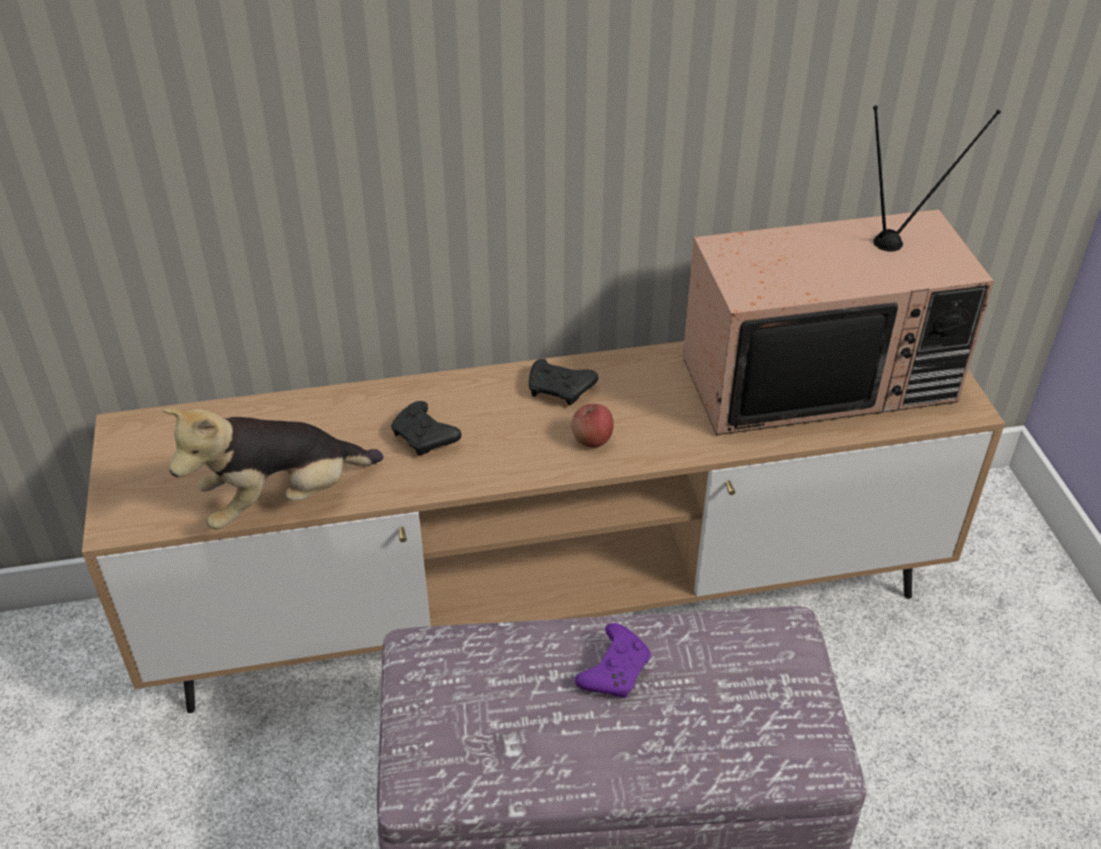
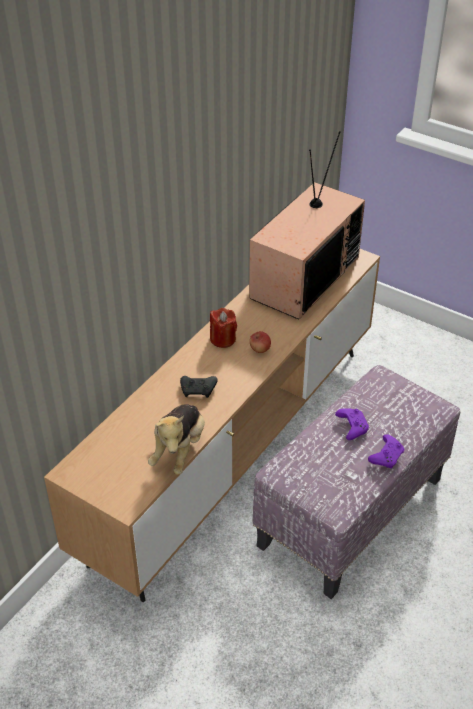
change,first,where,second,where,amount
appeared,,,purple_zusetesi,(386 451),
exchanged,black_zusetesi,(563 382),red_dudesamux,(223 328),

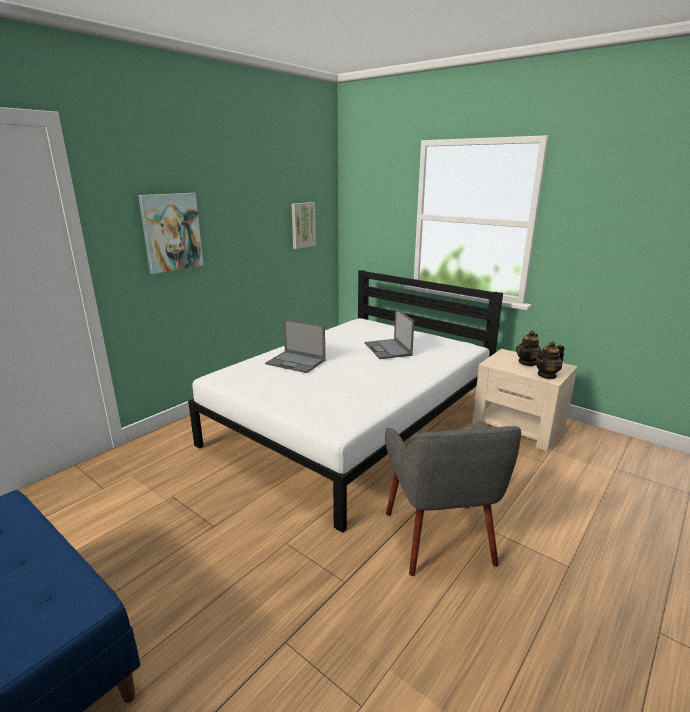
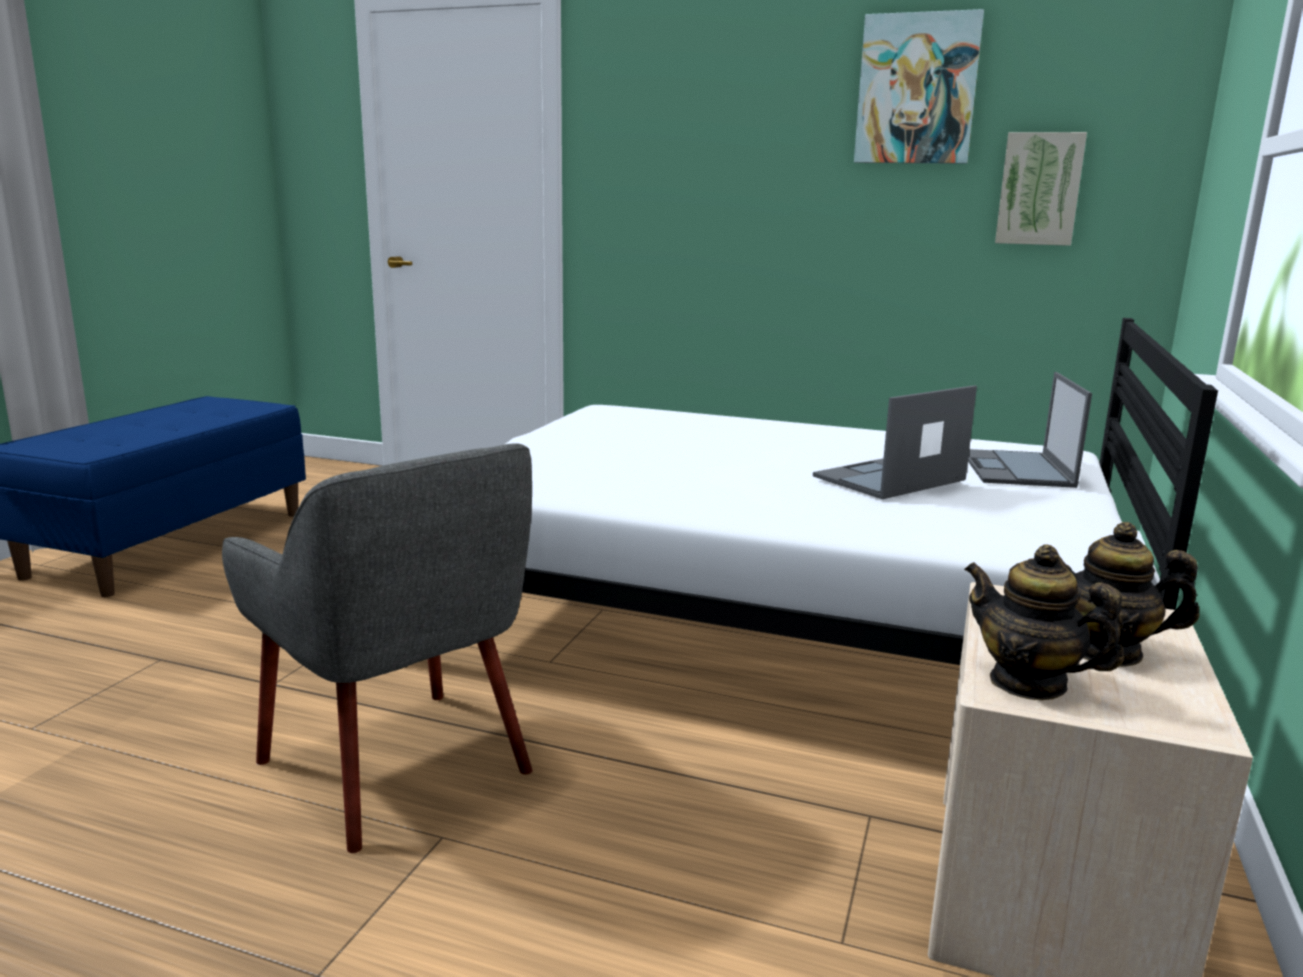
change,first,where,second,where,amount
relocated,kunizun,(171 233),,(919 86),
relocated,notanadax,(295 346),,(1030 430),
spun,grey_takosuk,(453 498),,(377 648),105 degrees counterclockwise

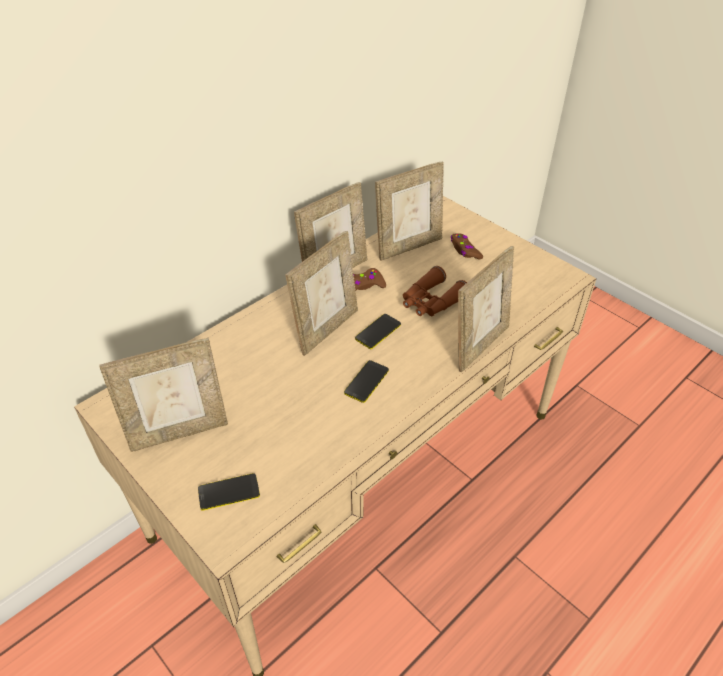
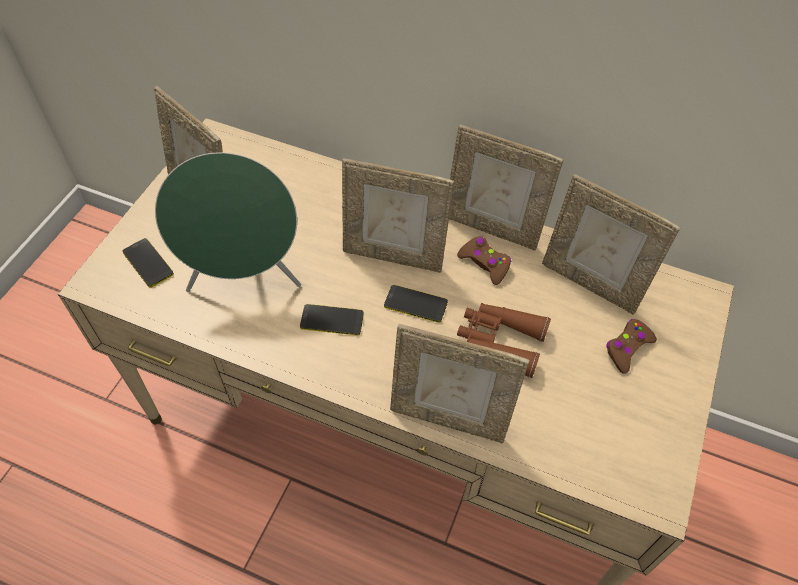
change,first,where,second,where,amount
appeared,,,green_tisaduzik,(228 222),

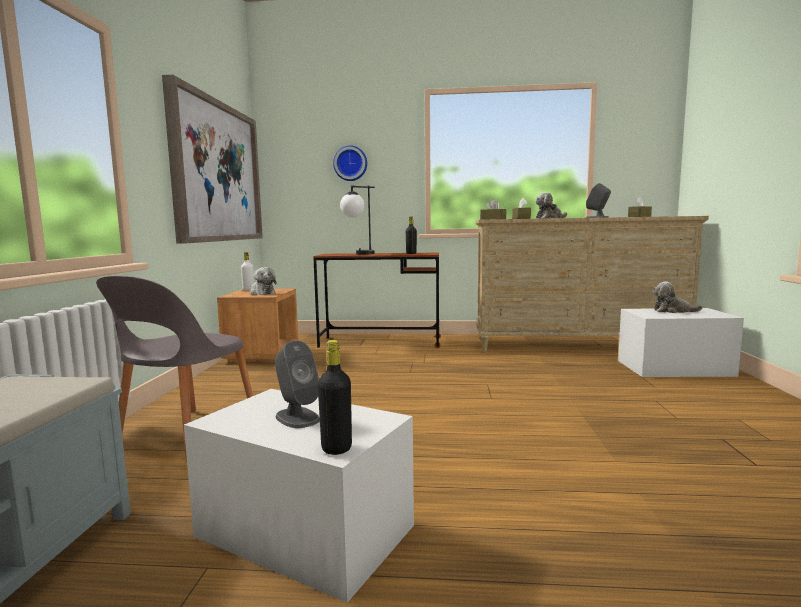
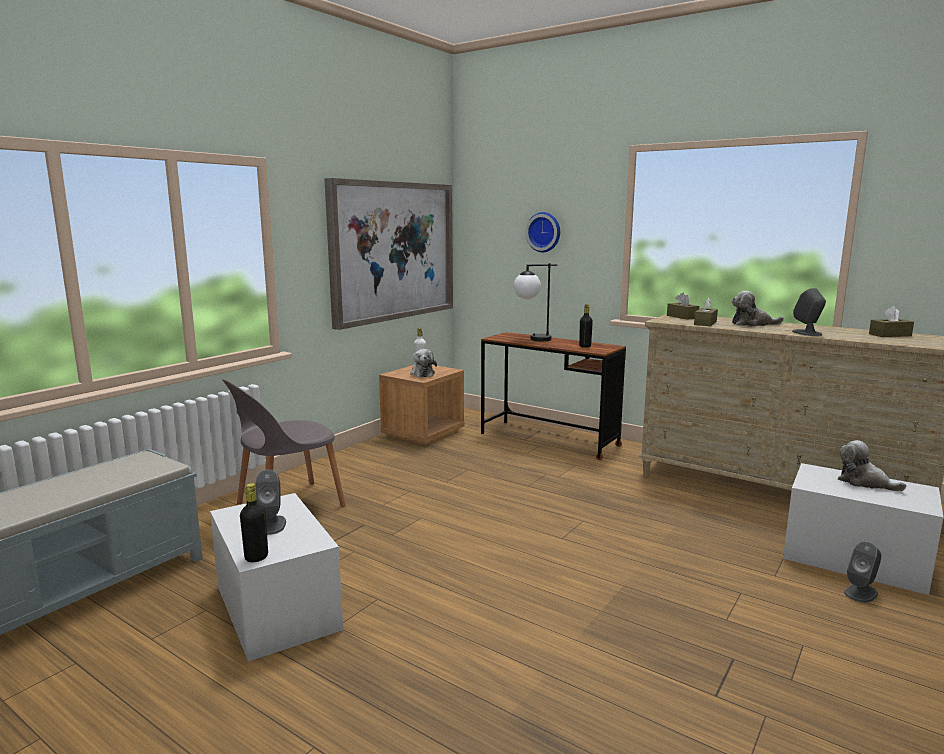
change,first,where,second,where,amount
appeared,,,grey_tisaduzik,(862 572),

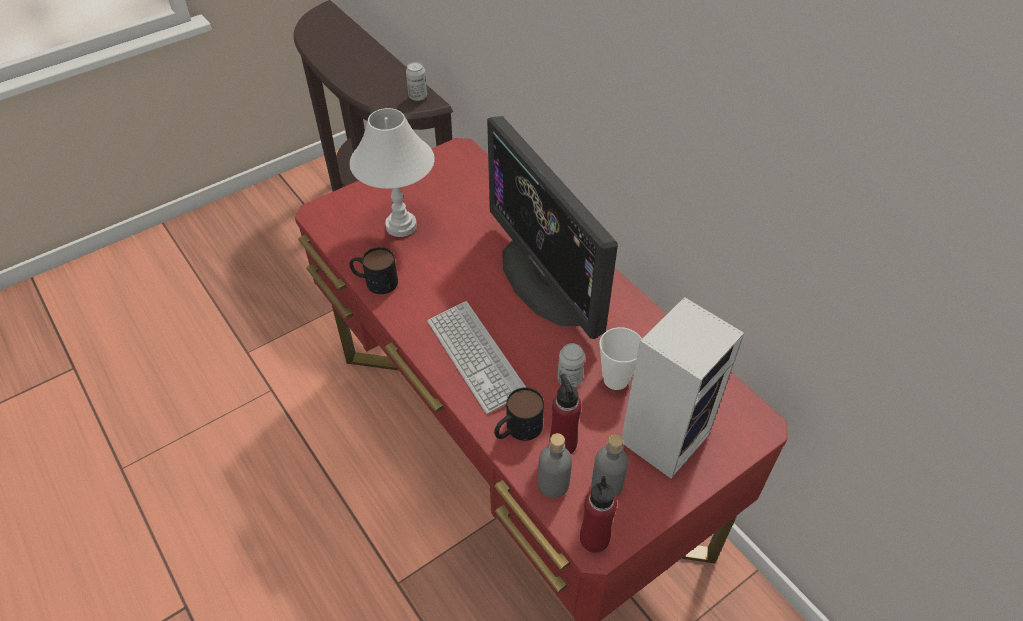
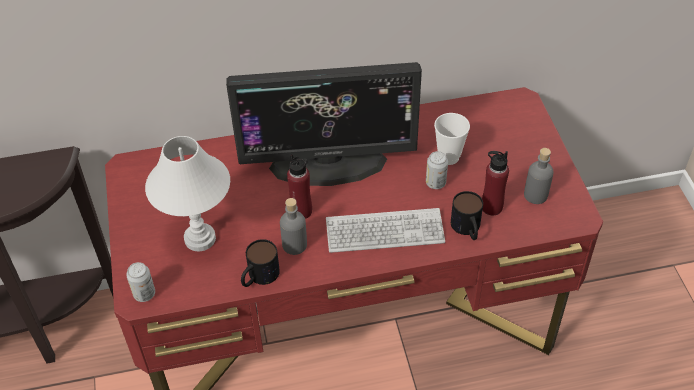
change,first,where,second,where,amount
missing,tisaduzik,(683 388),,,
relocated,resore,(416 81),,(140 282),
relocated,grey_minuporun,(555 465),,(293 226),
relocated,red_minuporun,(598 514),,(299 186),

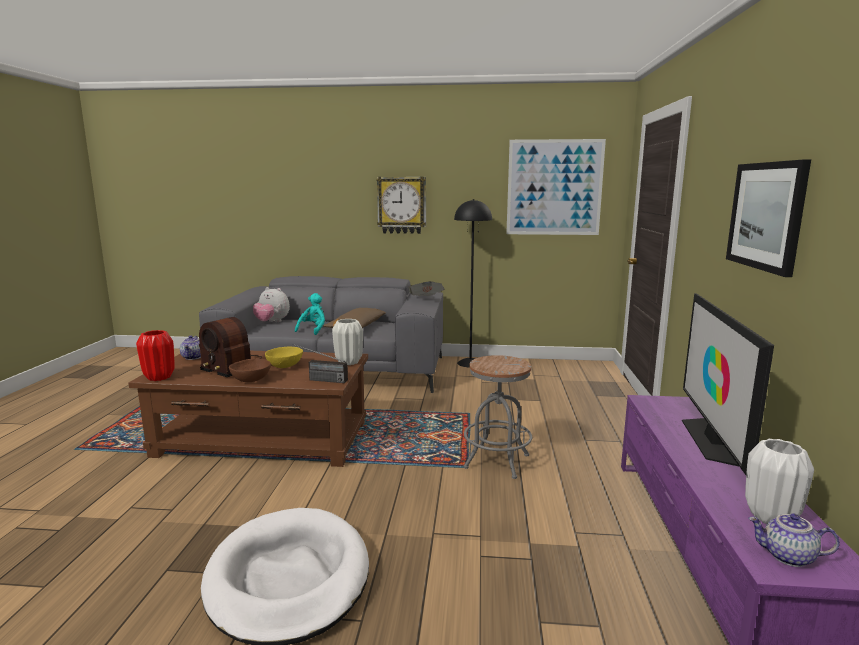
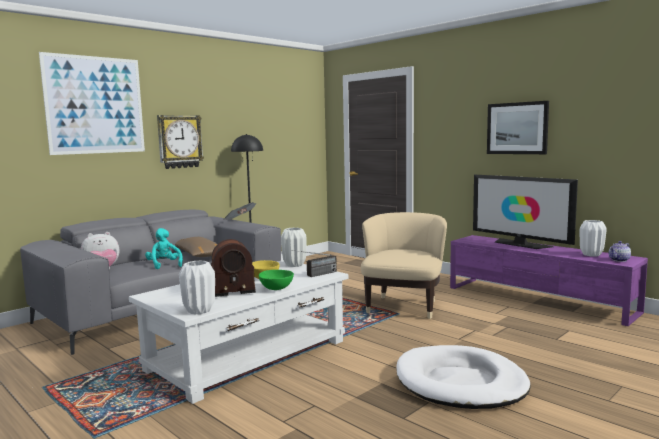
change,first,where,second,where,amount
missing,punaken,(190 348),,,
relocated,kunizun,(556 187),,(92 103),
exchanged,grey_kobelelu,(497 417),beige_takosuk,(404 265),
colour,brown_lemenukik,(248 409),white_lemenukik,(238 332),
colour,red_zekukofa,(155 355),white_zekukofa,(197 287),
colour,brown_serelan,(250 370),green_serelan,(276 280),

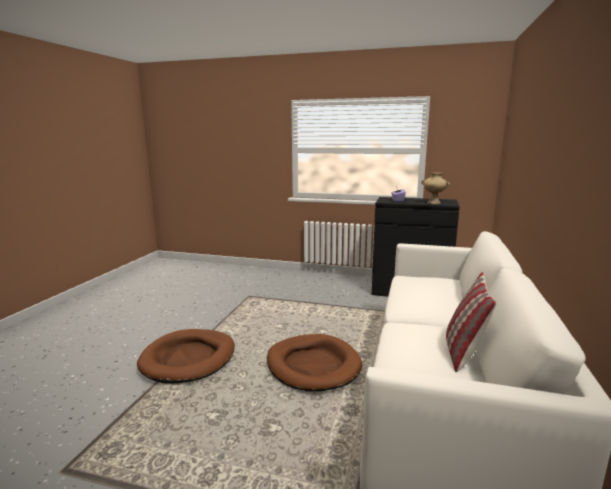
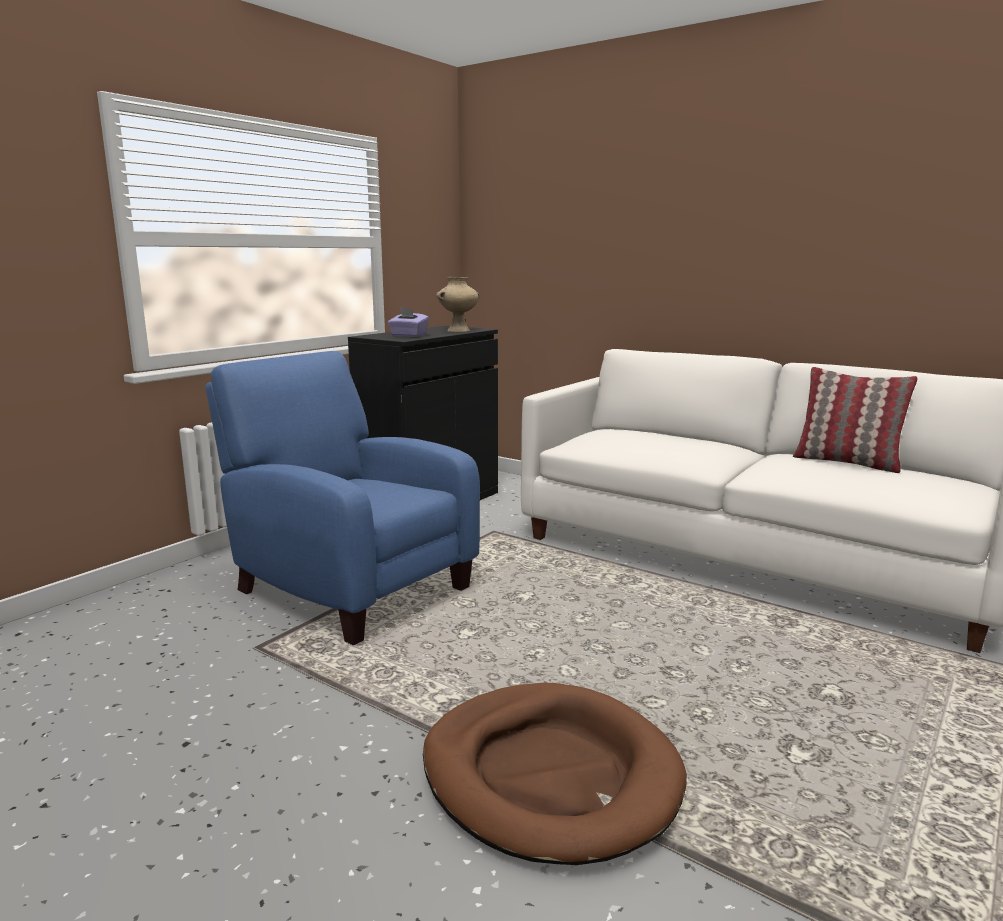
change,first,where,second,where,amount
missing,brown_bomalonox,(314 363),,,
appeared,,,blue_takosuk,(342 498),

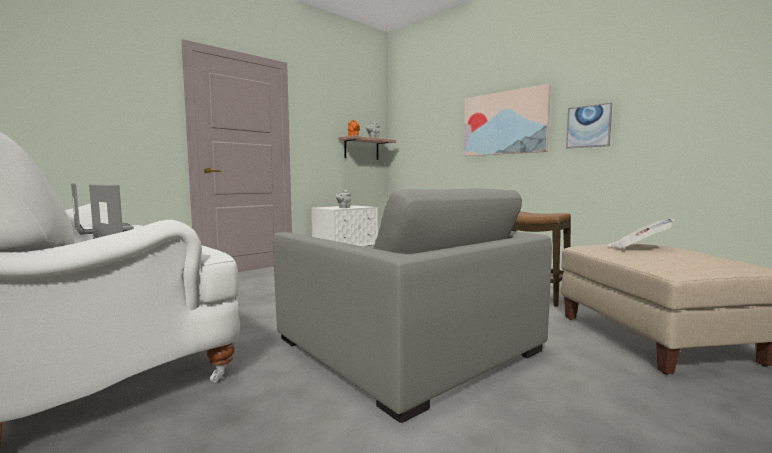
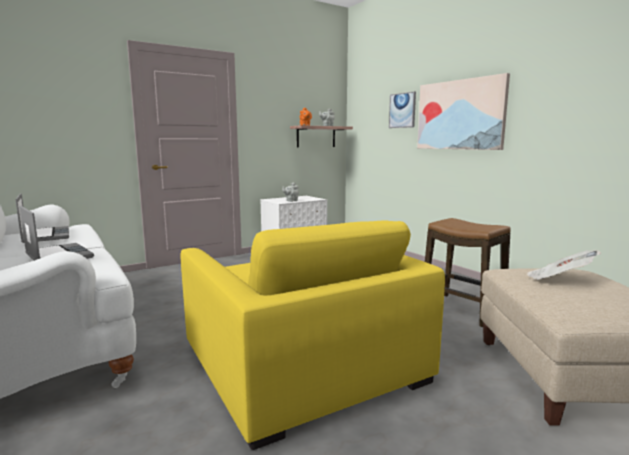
change,first,where,second,where,amount
relocated,kunizun,(589 125),,(402 110),
colour,grey_takosuk,(412 305),yellow_takosuk,(313 335),

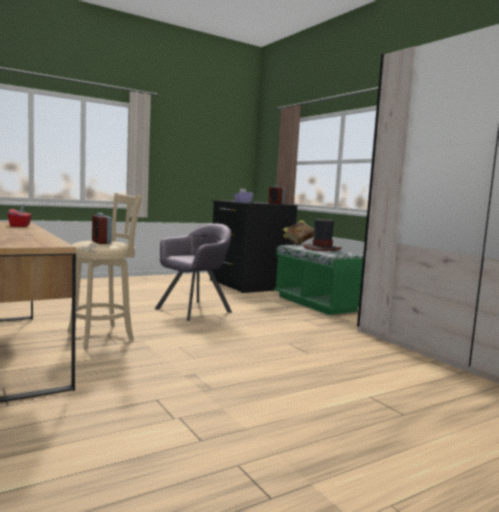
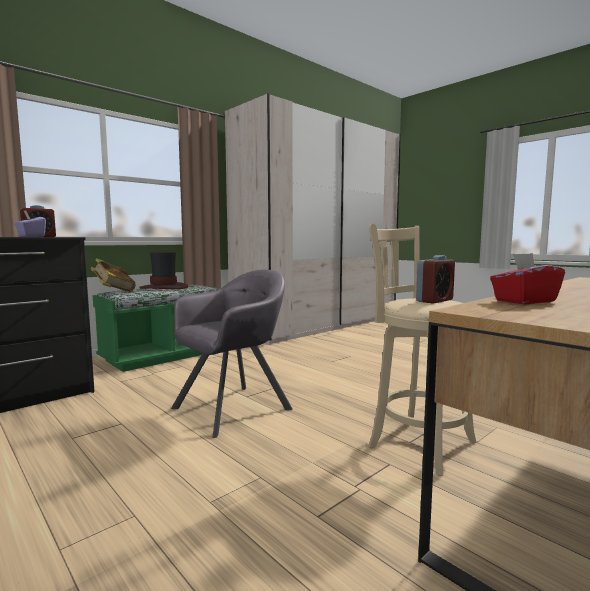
change,first,where,second,where,amount
spun,grey_takosuk,(193 272),,(232 353),105 degrees clockwise

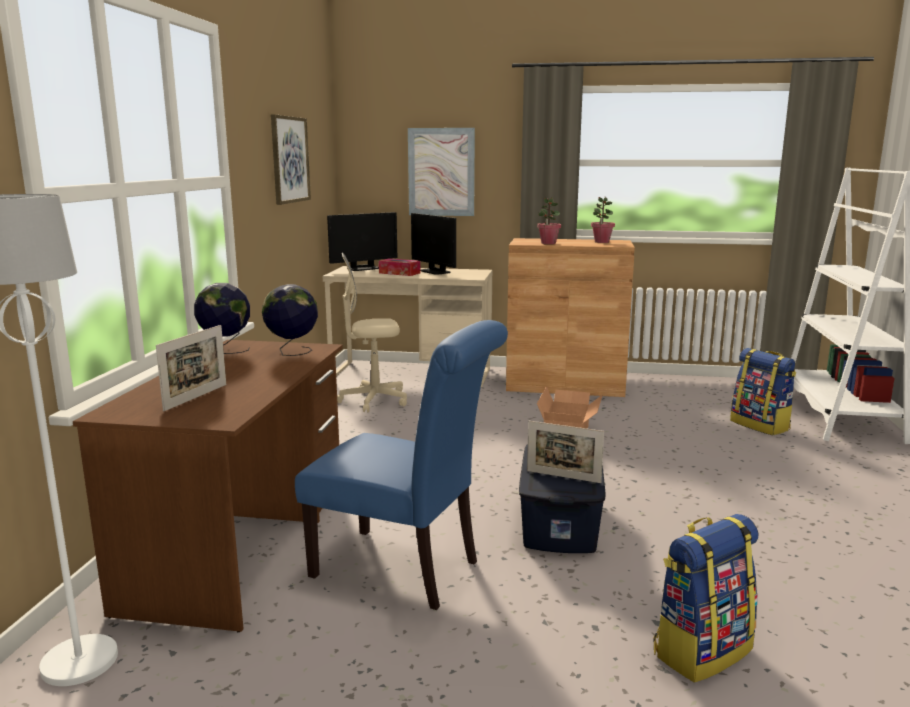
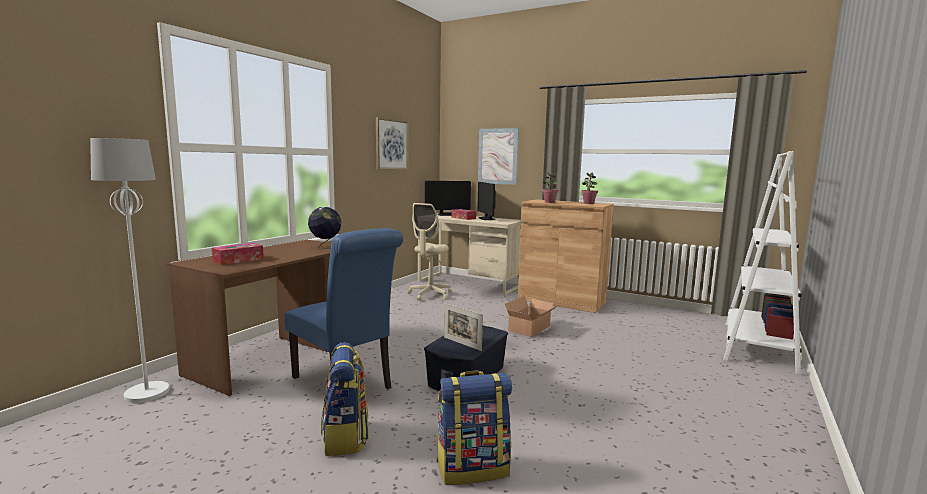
change,first,where,second,where,amount
missing,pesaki,(222 318),,,
relocated,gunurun,(763 391),,(345 399),
exchanged,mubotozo,(191 368),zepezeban,(238 254),
spun,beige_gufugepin,(372 332),,(429 252),75 degrees counterclockwise

